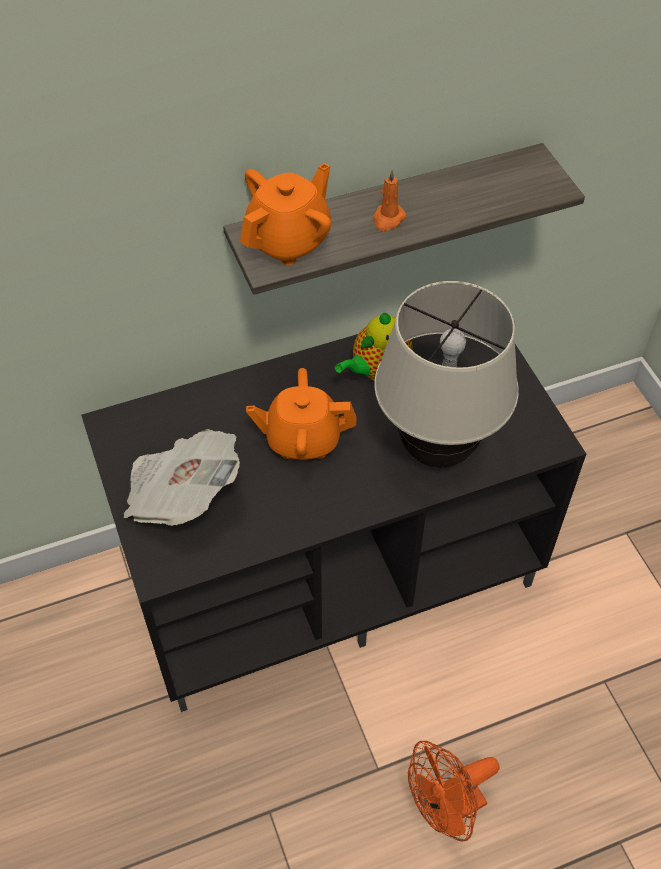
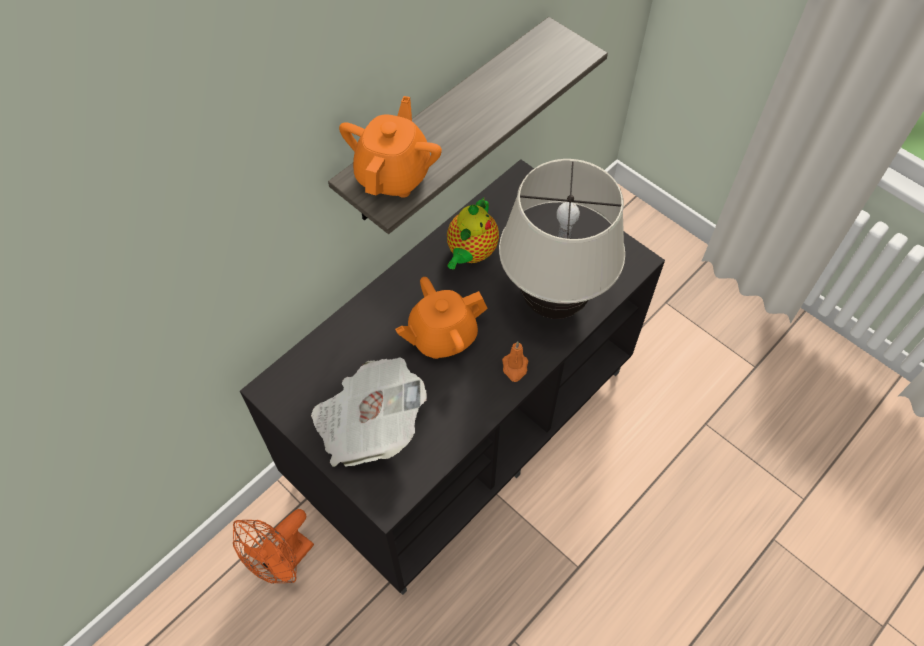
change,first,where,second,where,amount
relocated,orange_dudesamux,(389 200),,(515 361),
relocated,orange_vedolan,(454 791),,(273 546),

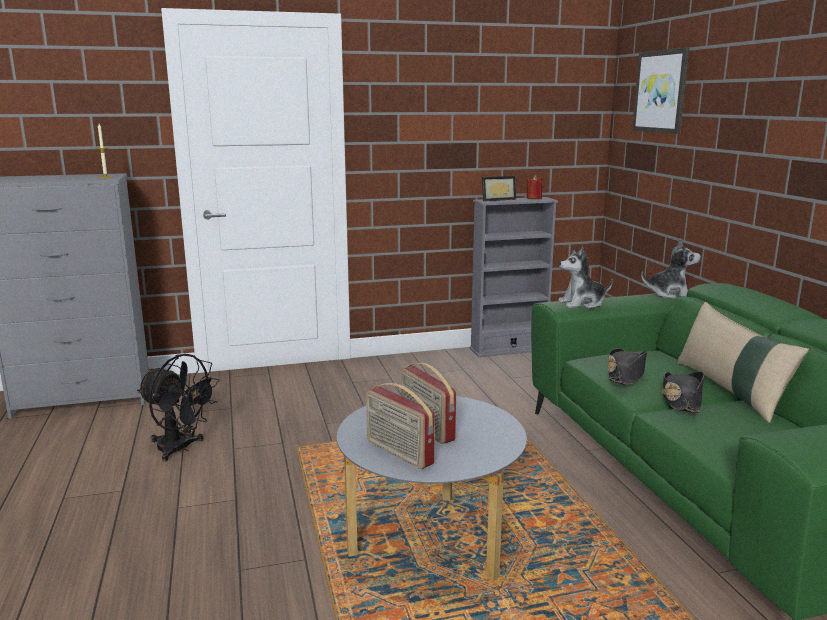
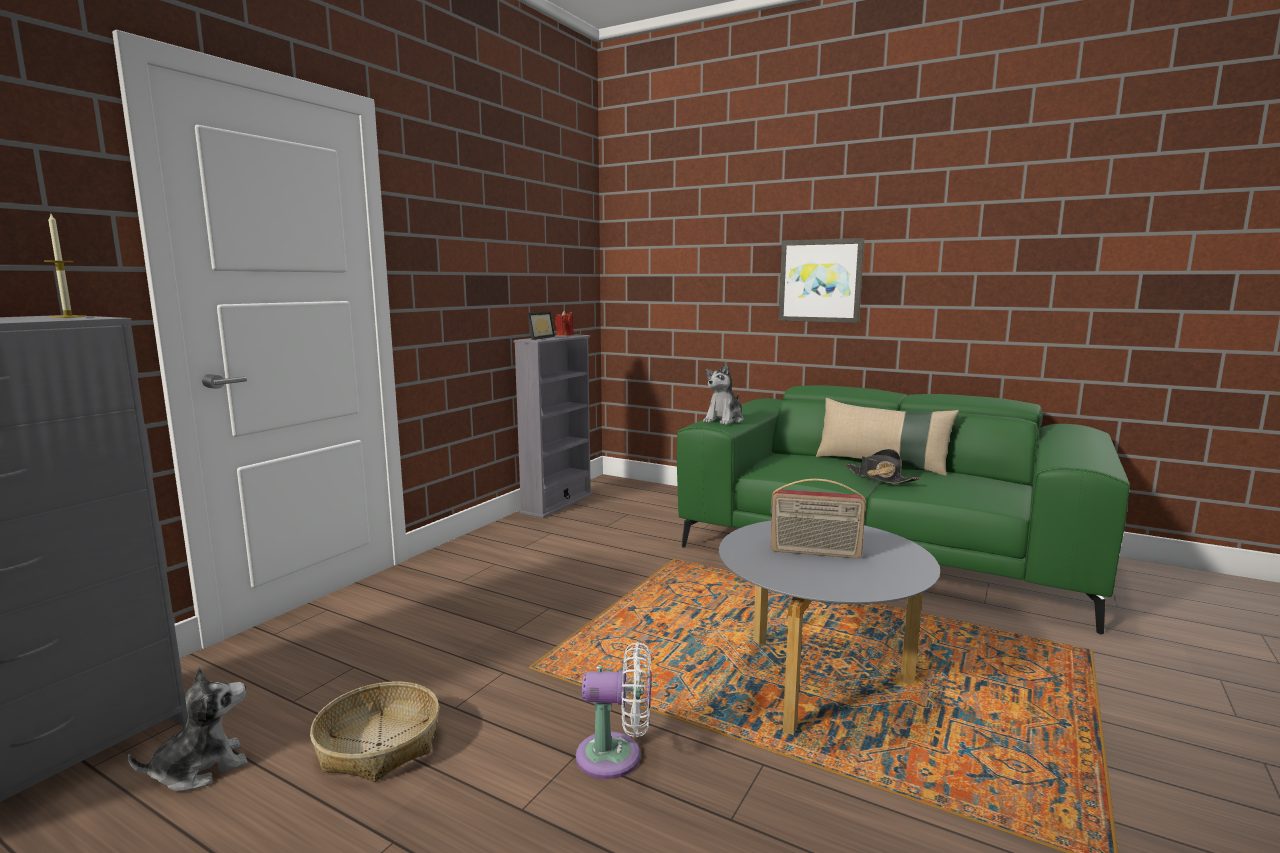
change,first,where,second,where,amount
missing,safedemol,(400 426),,,
missing,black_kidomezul,(627 366),,,
appeared,,,white_vedolan,(613 710),
relocated,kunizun,(660 90),,(822 280),
relocated,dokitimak,(671 268),,(188 729),
exchanged,black_vedolan,(178 408),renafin,(374 731),

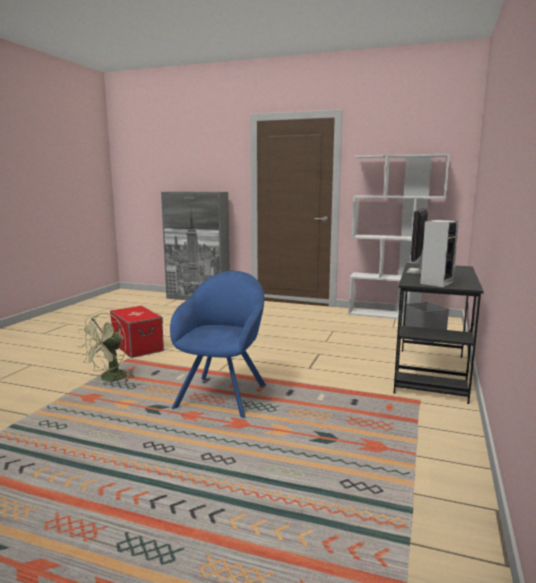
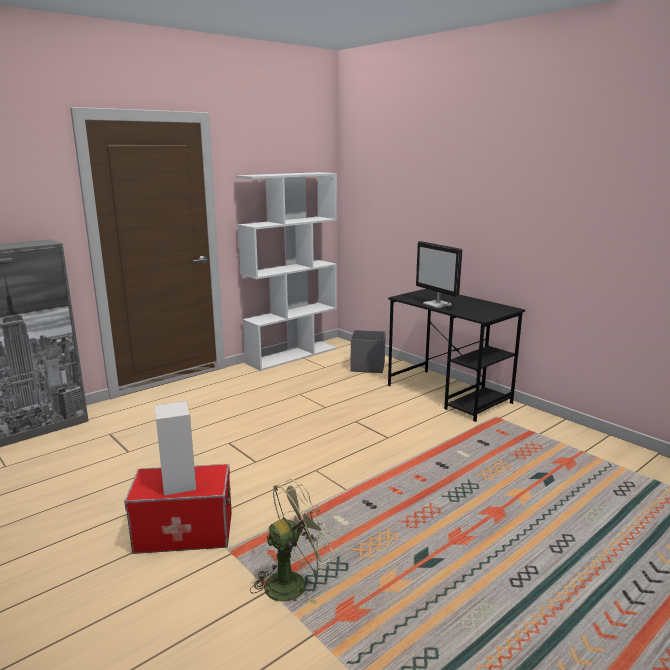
change,first,where,second,where,amount
missing,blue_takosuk,(218 344),,,
relocated,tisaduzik,(439 253),,(175 448),
spun,green_vedolan,(106 347),,(292 542),90 degrees counterclockwise

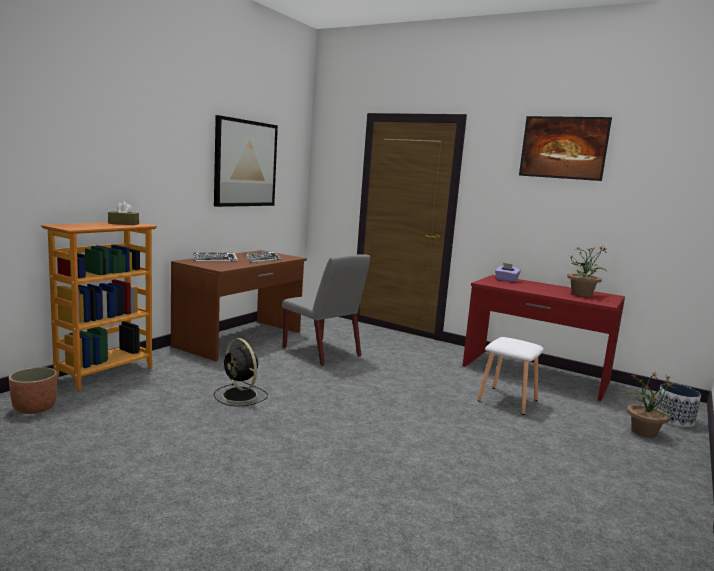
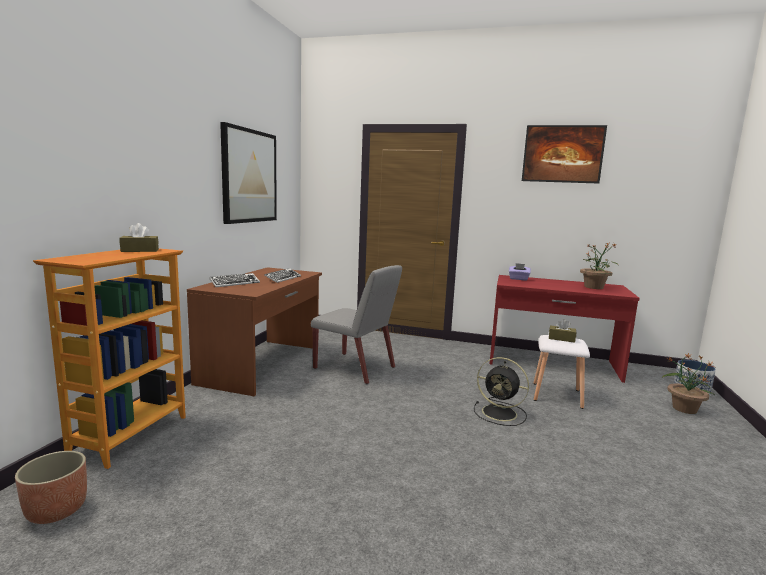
change,first,where,second,where,amount
appeared,,,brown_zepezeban,(562 331),
relocated,black_vedolan,(241 372),,(501 391),

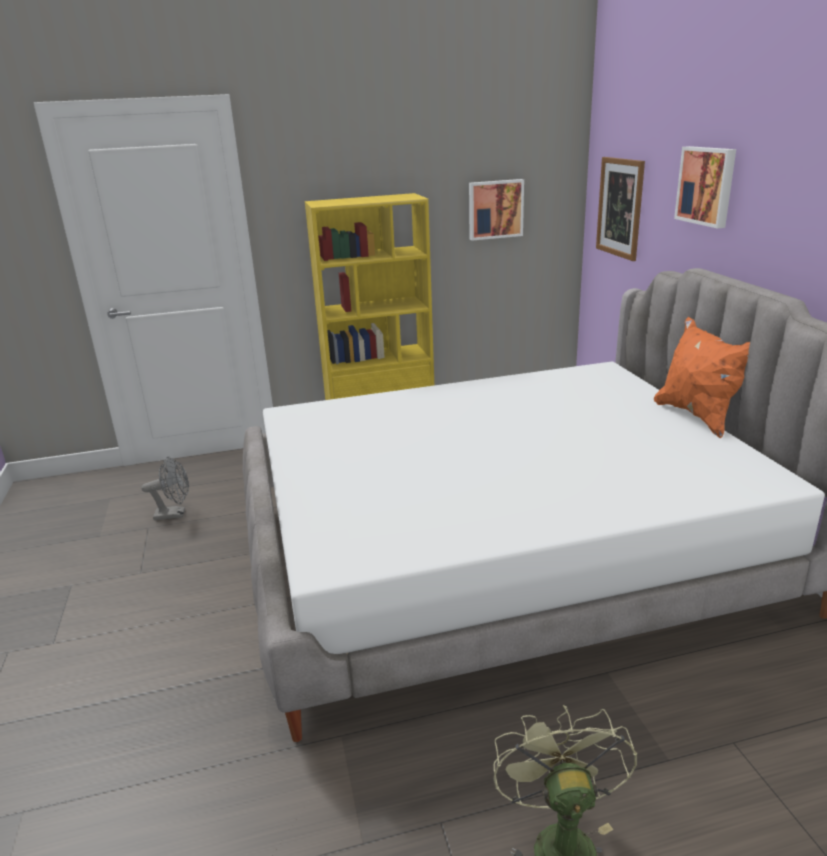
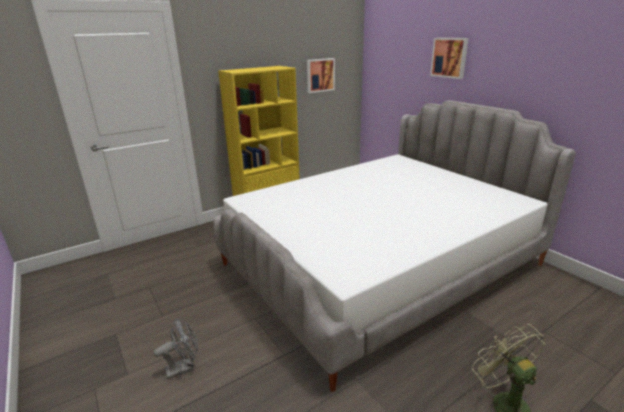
change,first,where,second,where,amount
missing,kunizun,(620 209),,,
missing,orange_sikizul,(702 377),,,
relocated,grey_vedolan,(165 488),,(176 348),

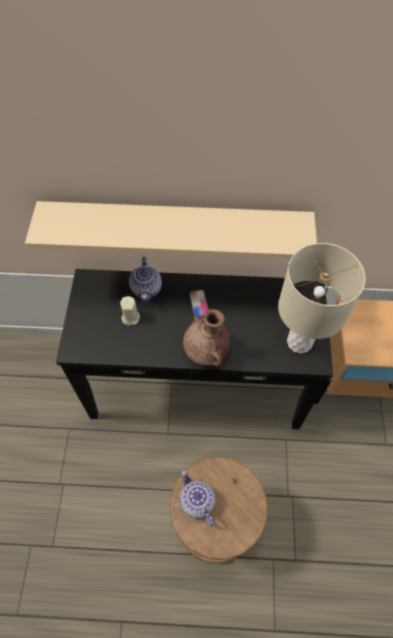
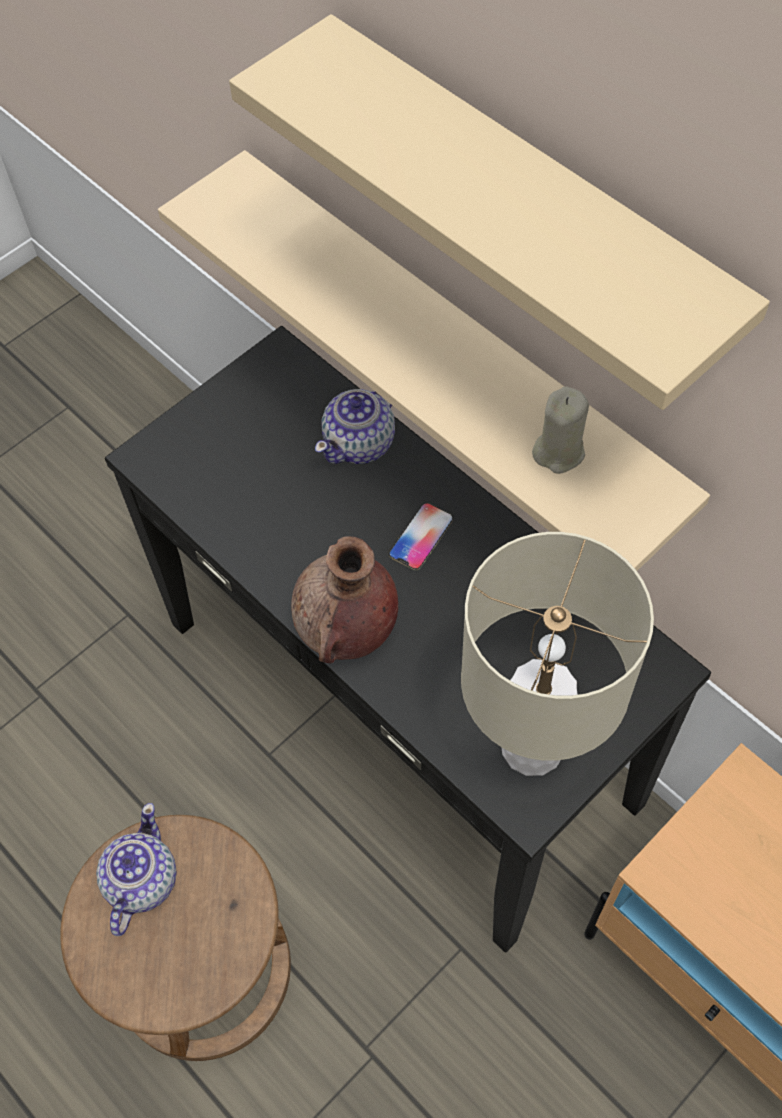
change,first,where,second,where,amount
appeared,,,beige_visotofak,(499 212),
relocated,beige_dudesamux,(130 311),,(560 430),

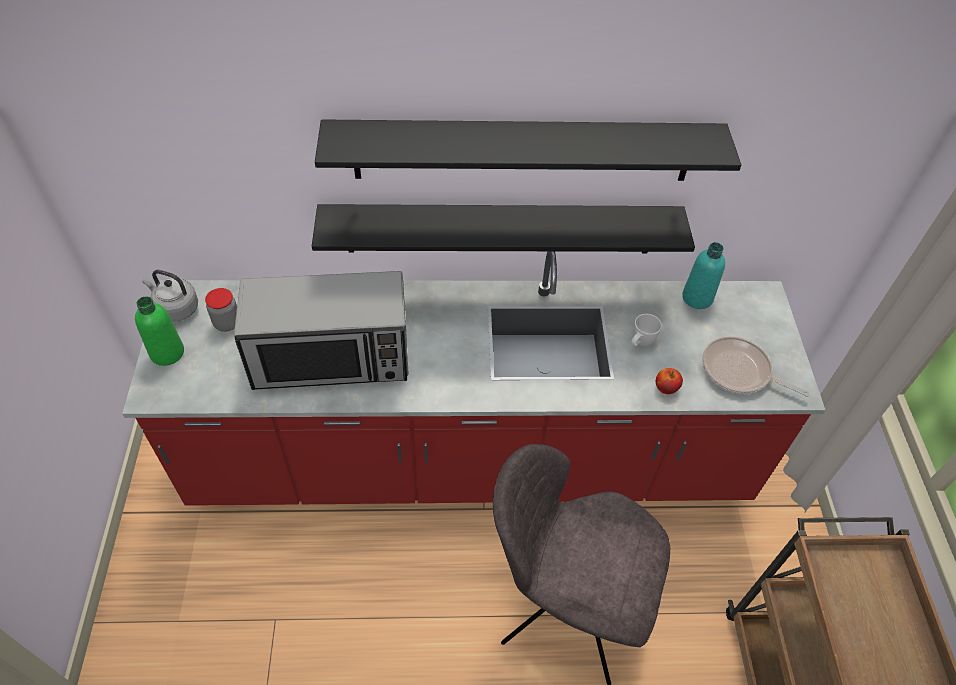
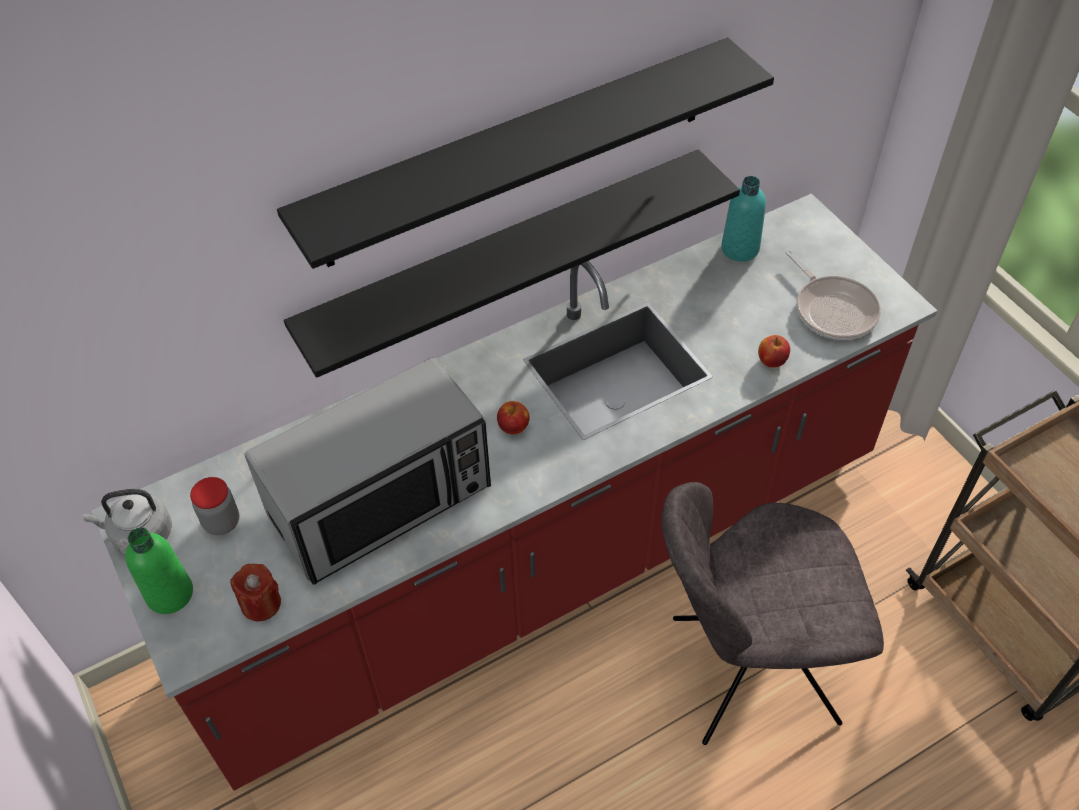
change,first,where,second,where,amount
missing,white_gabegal,(646 330),,,
appeared,,,red_dudesamux,(255 592),
appeared,,,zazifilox,(513 418),
spun,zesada,(756 366),,(833 295),120 degrees counterclockwise

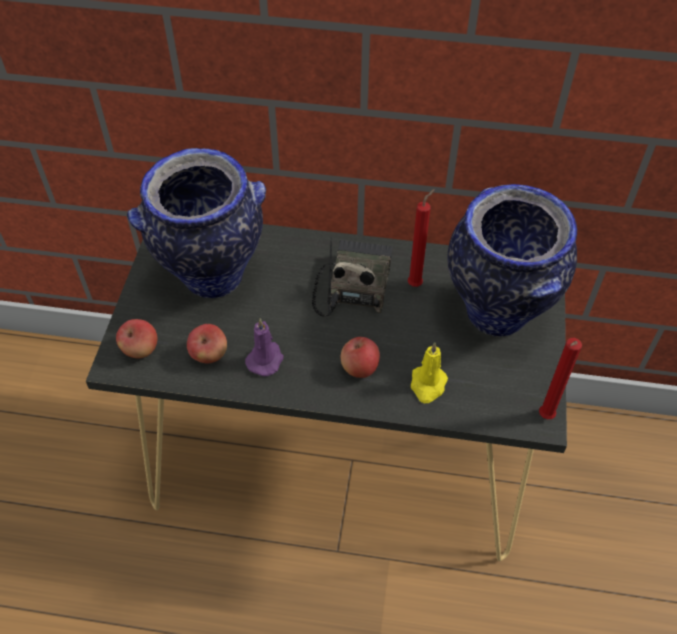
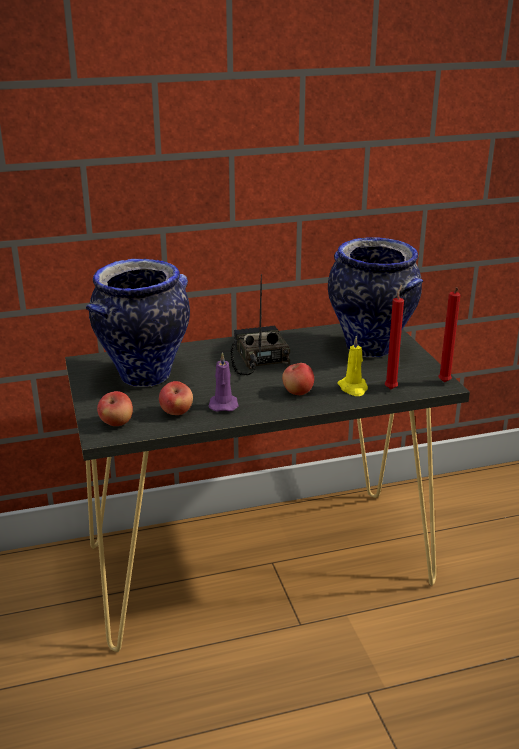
change,first,where,second,where,amount
relocated,red_dudesamux,(421 238),,(394 337),

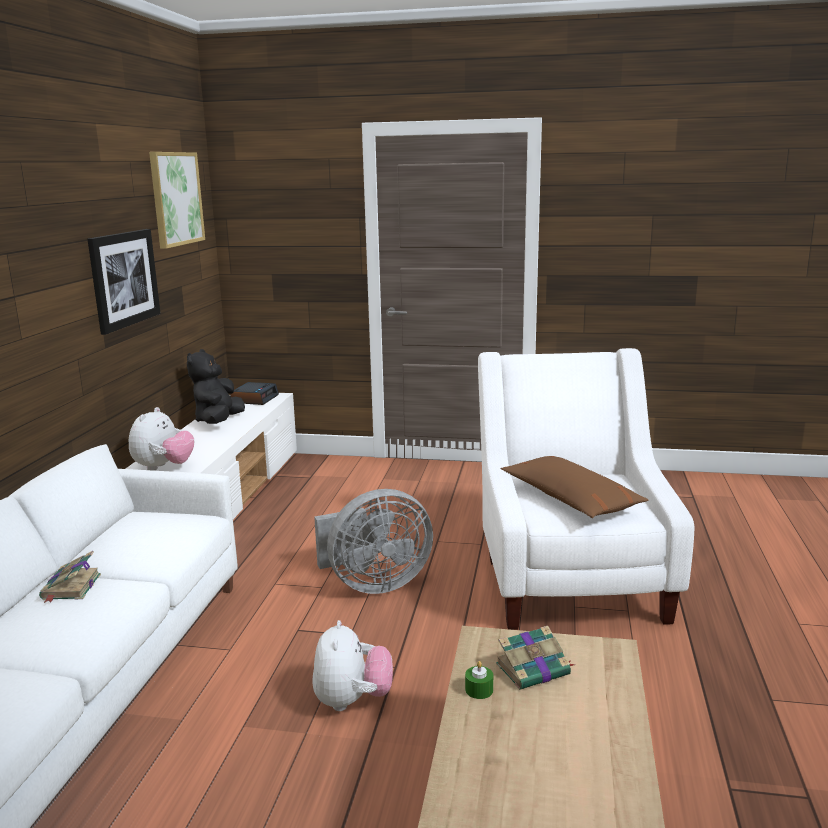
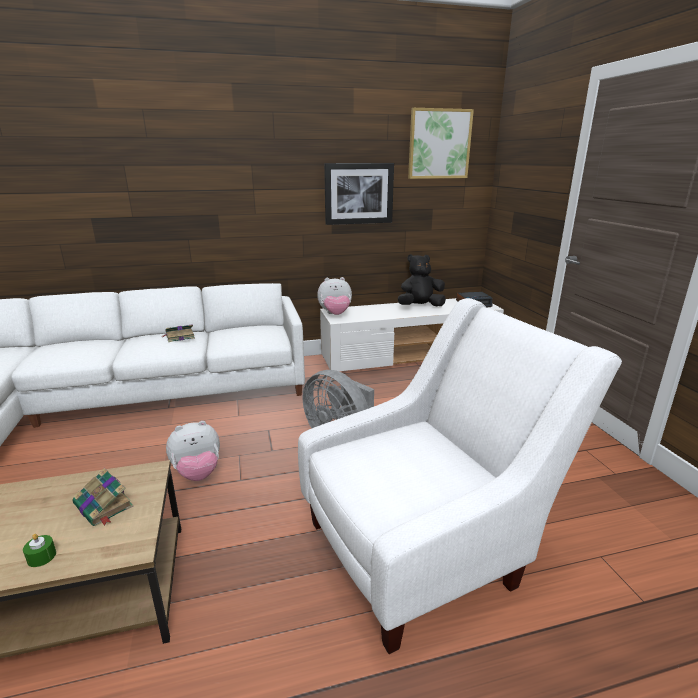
change,first,where,second,where,amount
missing,brown_sikizul,(575 487),,,
relocated,green_dudesamux,(479 680),,(39 550),

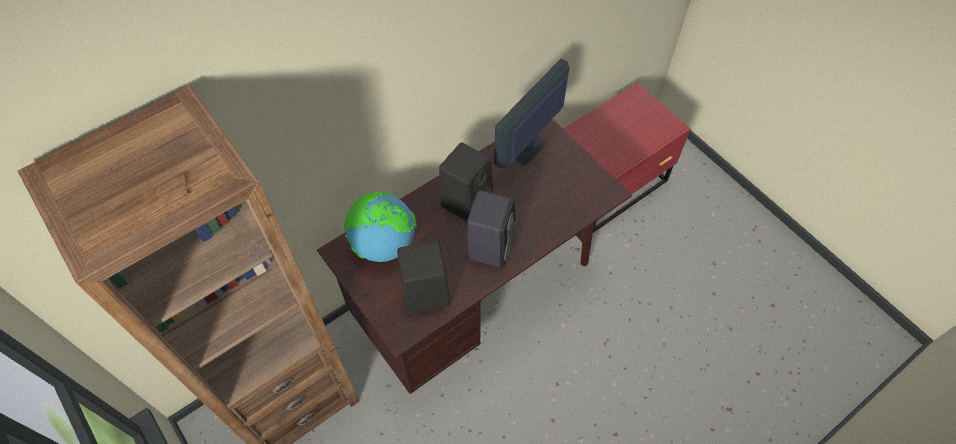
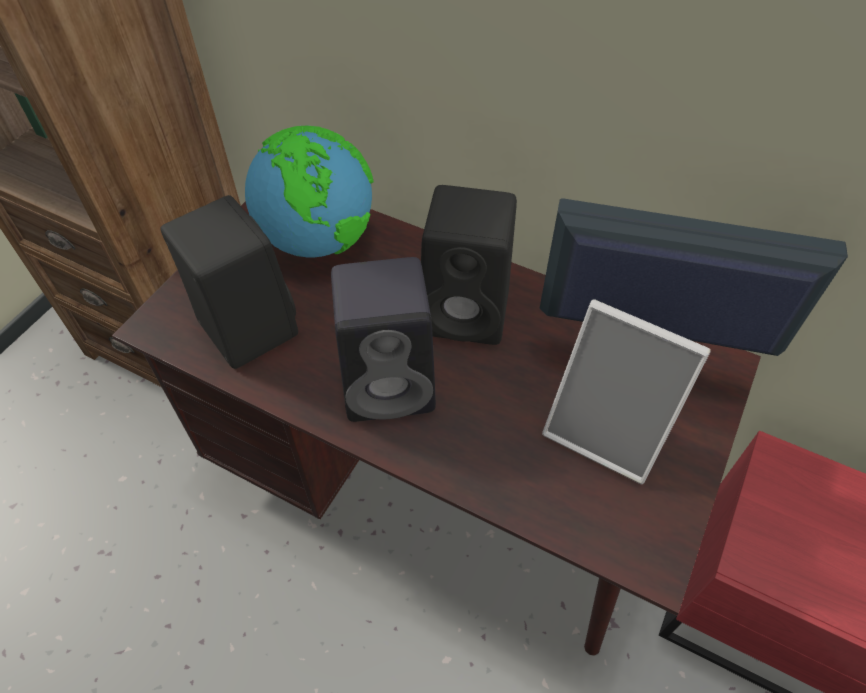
change,first,where,second,where,amount
appeared,,,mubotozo,(626 391),

